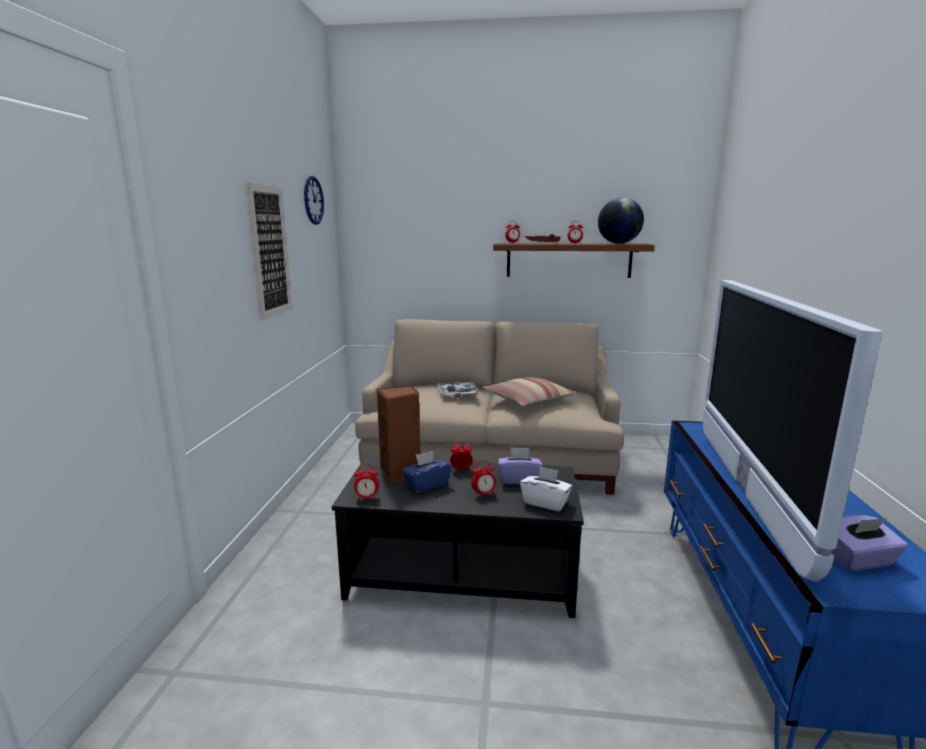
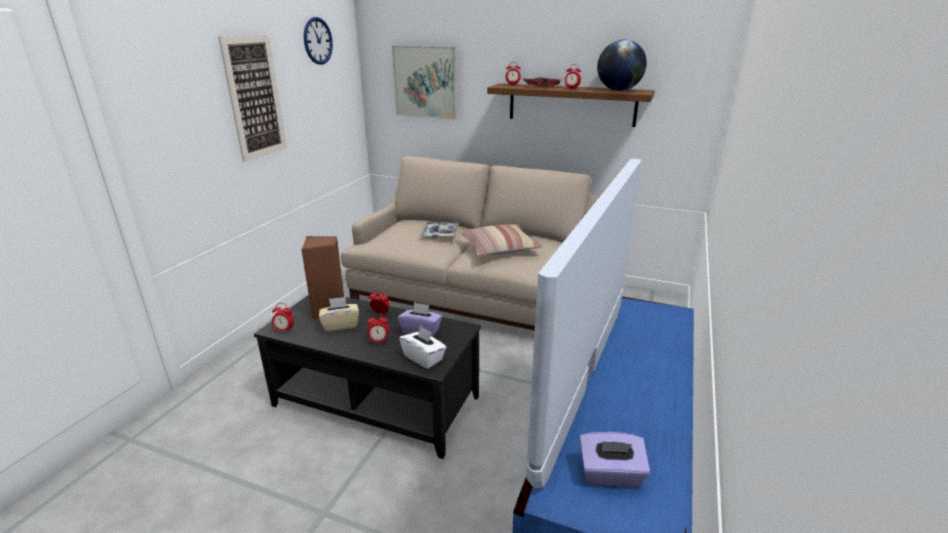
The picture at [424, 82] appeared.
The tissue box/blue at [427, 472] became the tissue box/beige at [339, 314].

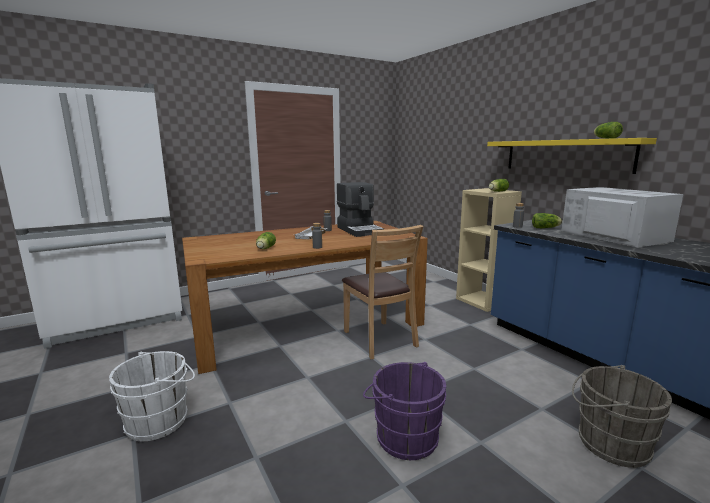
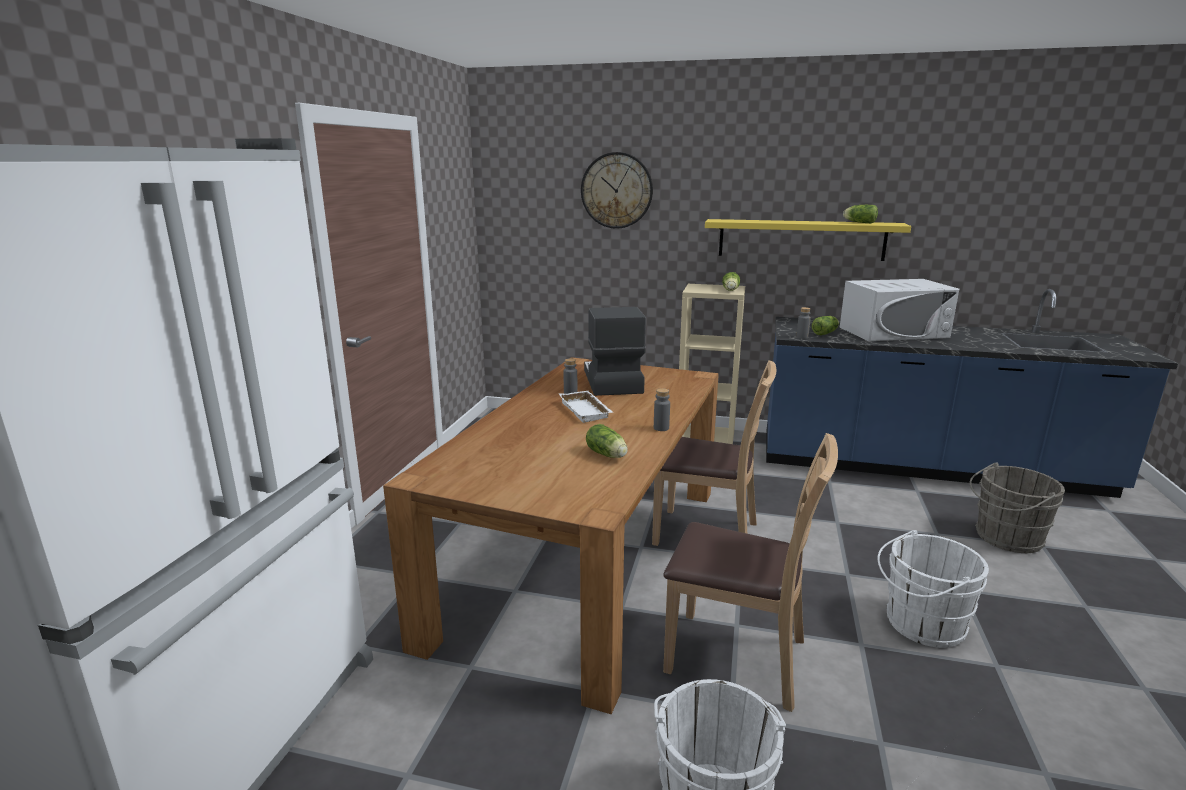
The wall clock at [617, 190] appeared.
The chair/brown at [750, 572] appeared.
The bucket/purple at [404, 411] became the bucket/white at [933, 589].
The coffee machine at [360, 209] turned 120 degrees counterclockwise.
The microwave/white at [622, 217] turned 150 degrees clockwise.

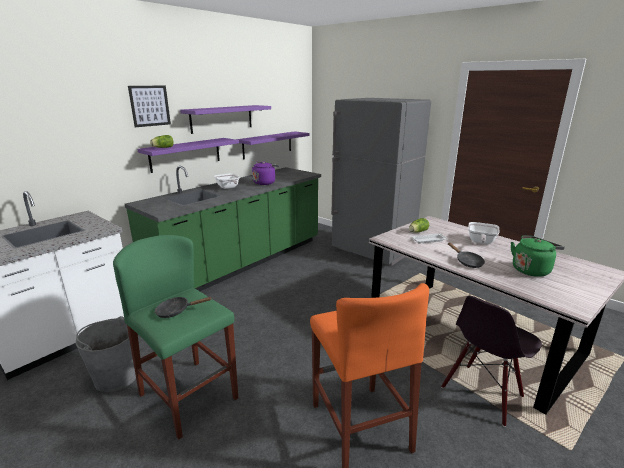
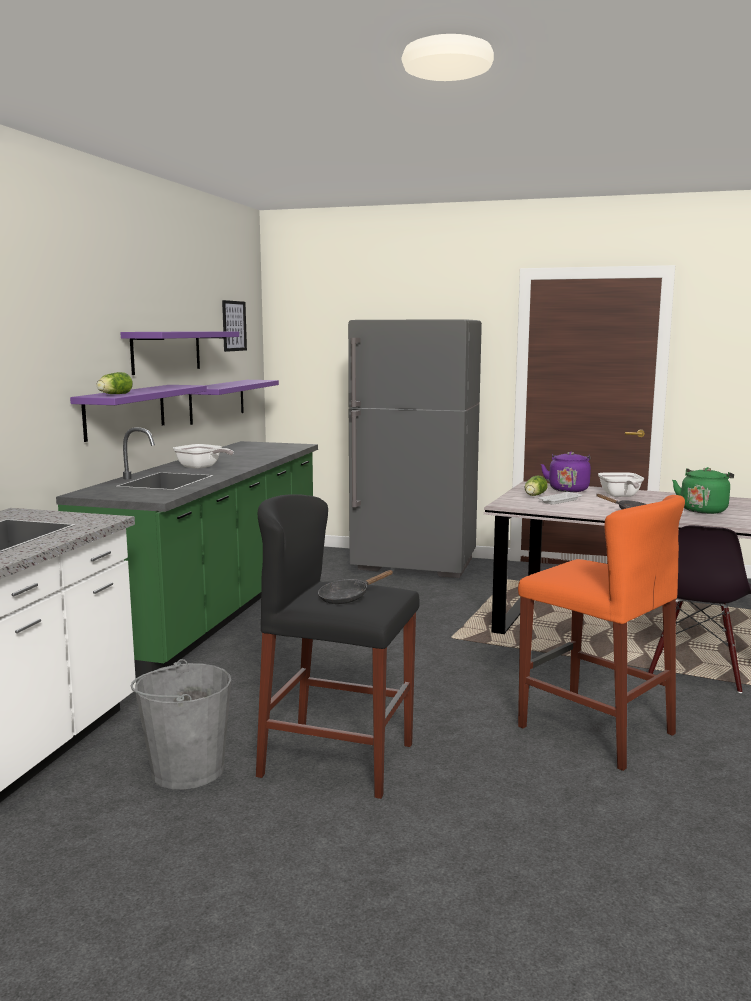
The picture moved from [149, 106] to [234, 326].
The kettle/purple moved from [265, 173] to [566, 471].
The stool/green at [175, 337] became the stool/black at [338, 646].

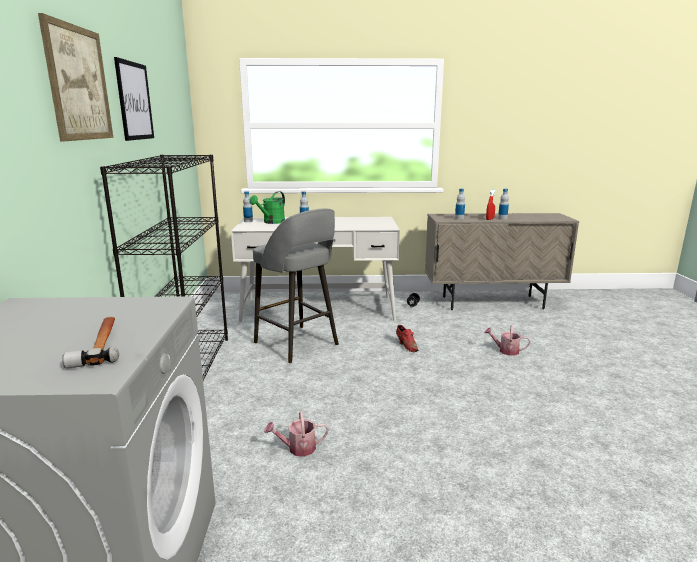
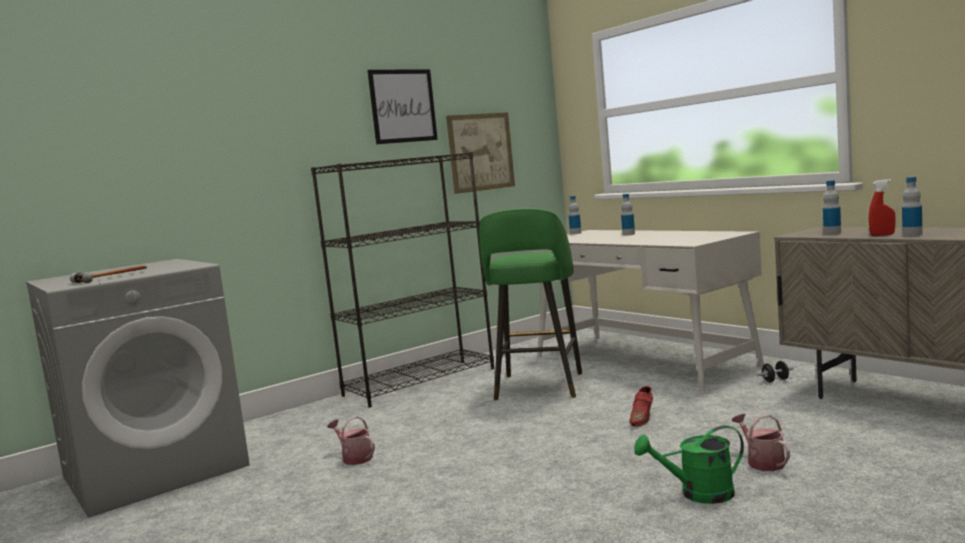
The picture moved from [75, 77] to [480, 153].
The watering can/green moved from [267, 207] to [689, 464].
The stool/grey at [296, 285] became the stool/green at [530, 304].

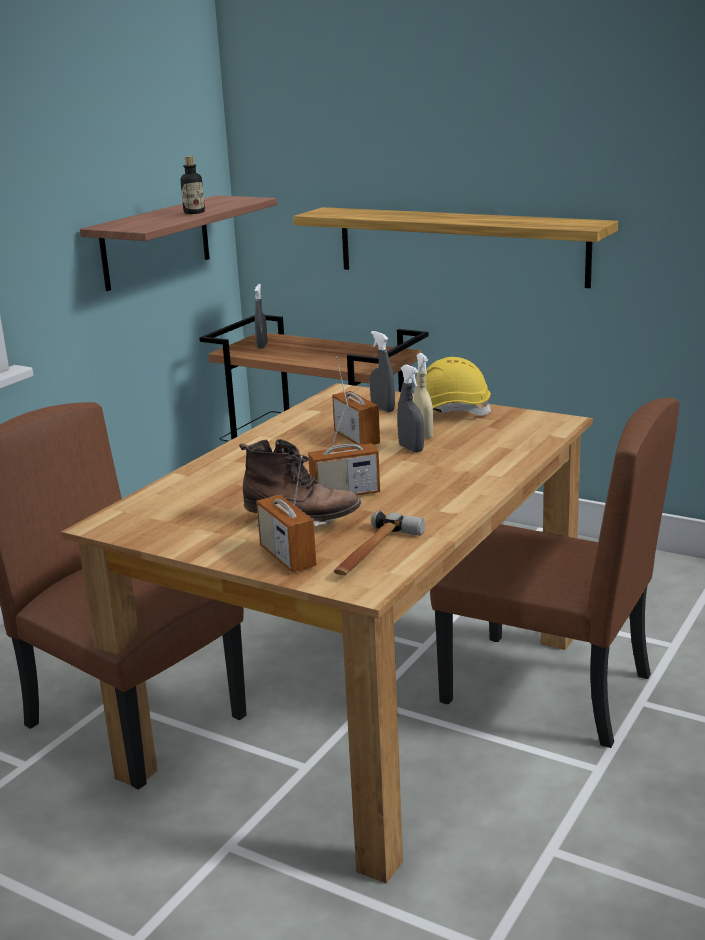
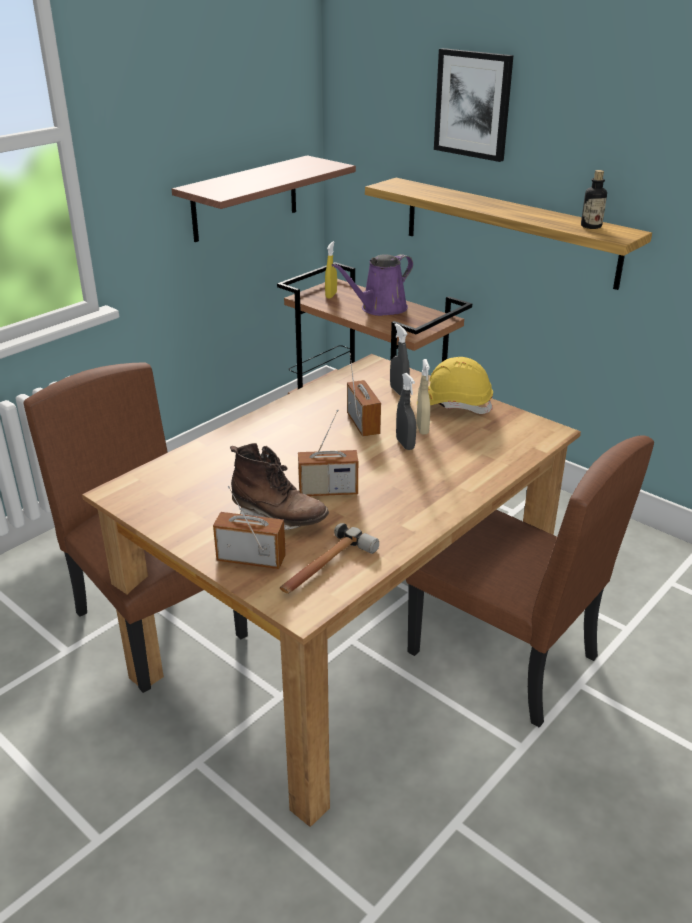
The watering can/purple at [372, 285] appeared.
The picture at [474, 105] appeared.
The bottle moved from [193, 185] to [594, 199].
The spray bottle/grey at [261, 316] became the spray bottle/yellow at [331, 269].
The radio at [286, 514] turned 120 degrees clockwise.

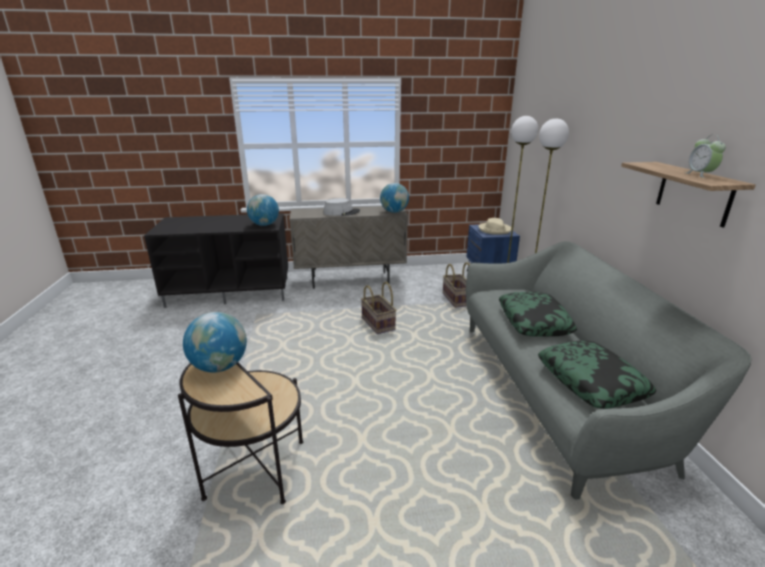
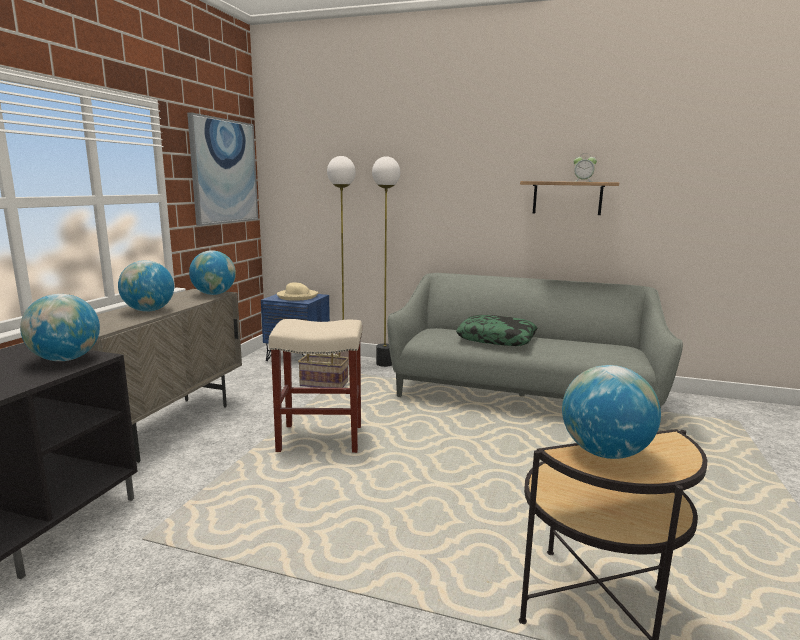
The pillow at [597, 374] disappeared.
The picture at [222, 169] appeared.
The hat/grey at [341, 207] was replaced by the globe at [146, 286].
The basket at [378, 308] was replaced by the stool/beige at [315, 386].

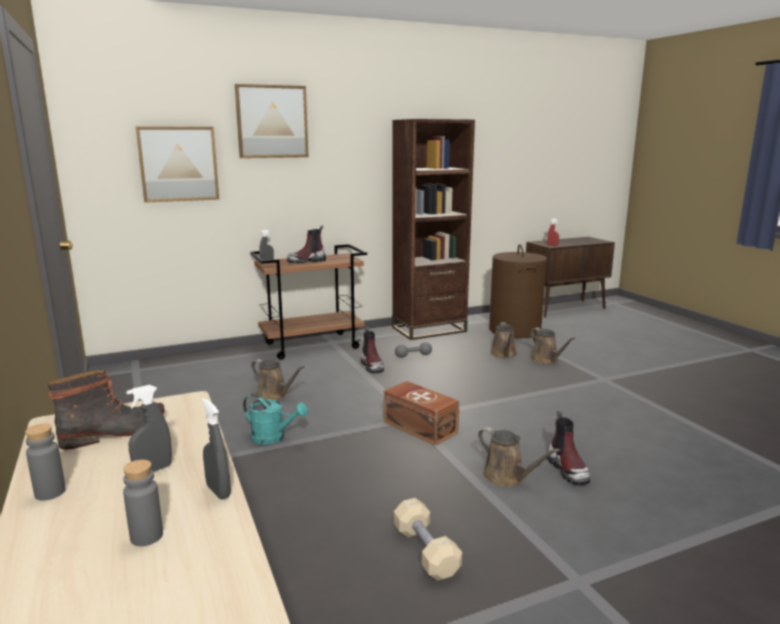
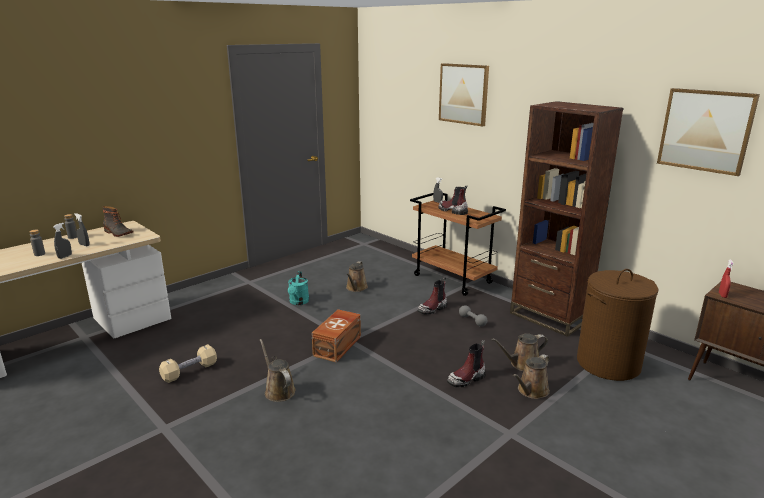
The picture moved from [177, 164] to [708, 132].
The boot moved from [568, 448] to [466, 363].
The watering can/brown at [519, 457] turned 120 degrees clockwise.

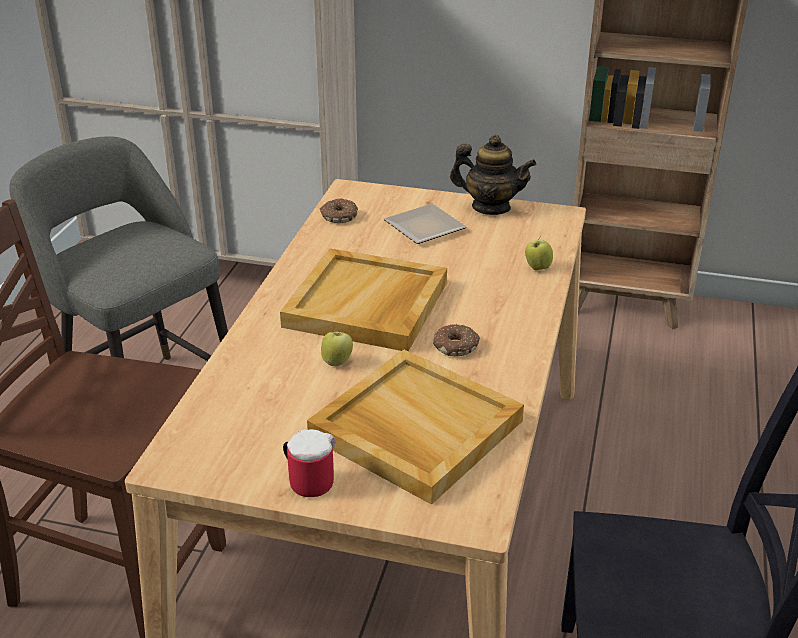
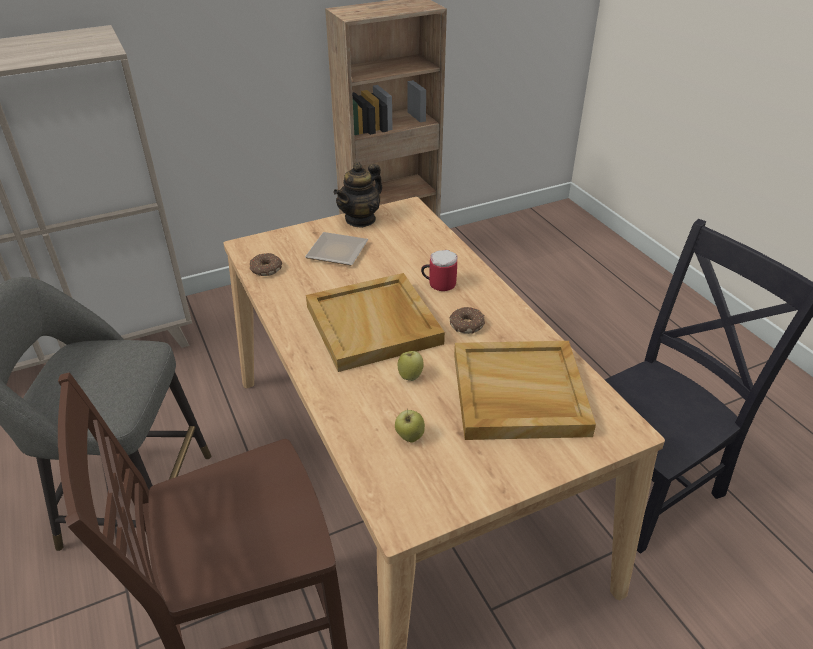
The mug moved from [309, 463] to [439, 270].
The apple moved from [539, 253] to [410, 425].
The teapot at [493, 175] turned 150 degrees clockwise.

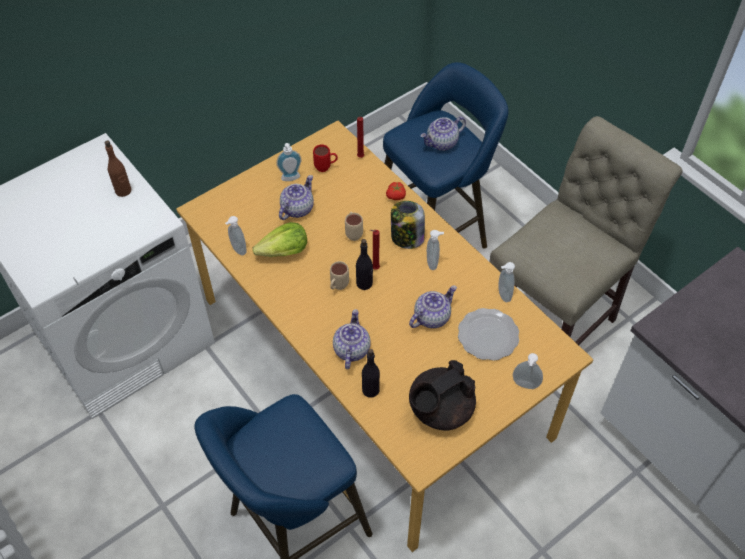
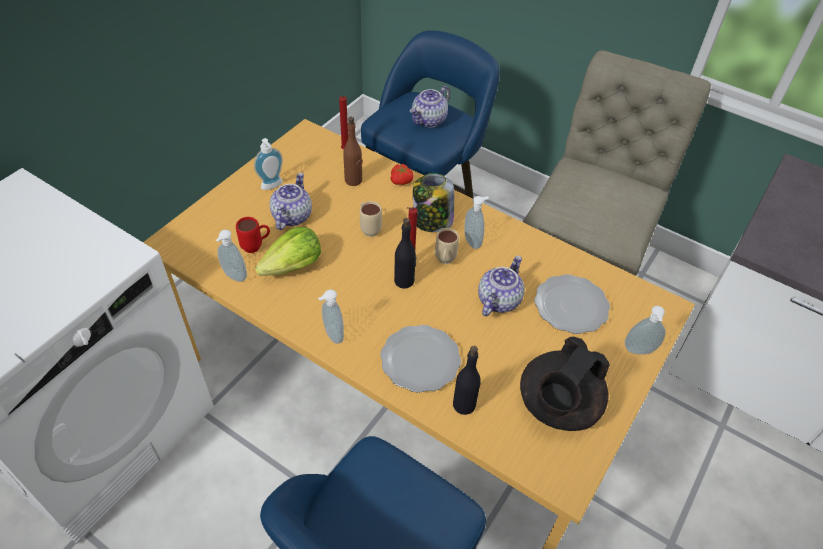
The bottle/brown moved from [118, 168] to [353, 151].
The mug/red moved from [325, 158] to [253, 235].
The mug/beige moved from [339, 275] to [447, 246].
The soap dispenser moved from [506, 282] to [331, 316].
The teapot at [352, 339] was replaced by the plate at [420, 359].

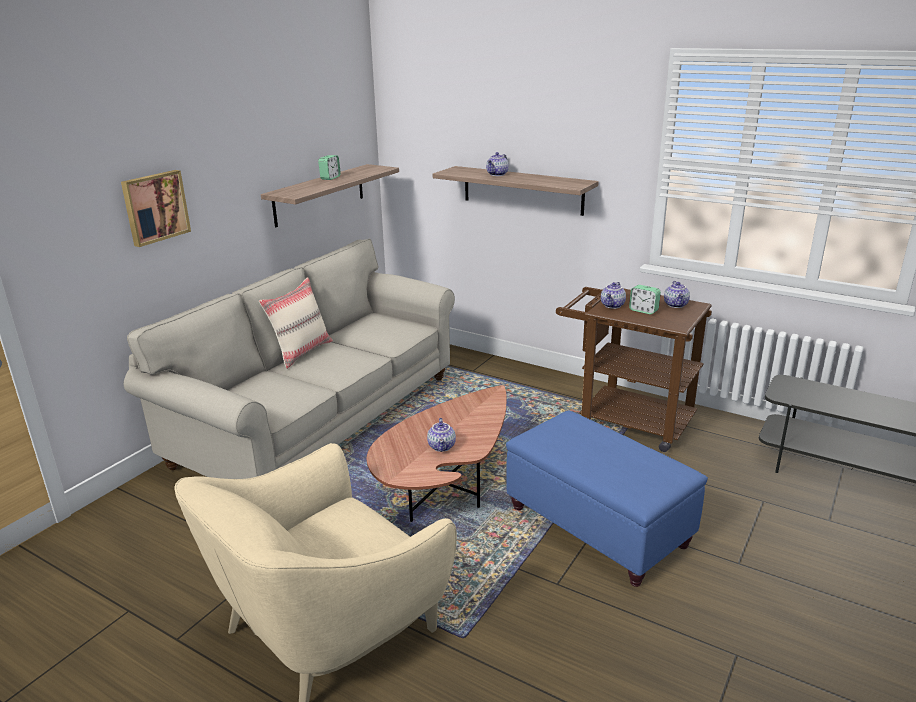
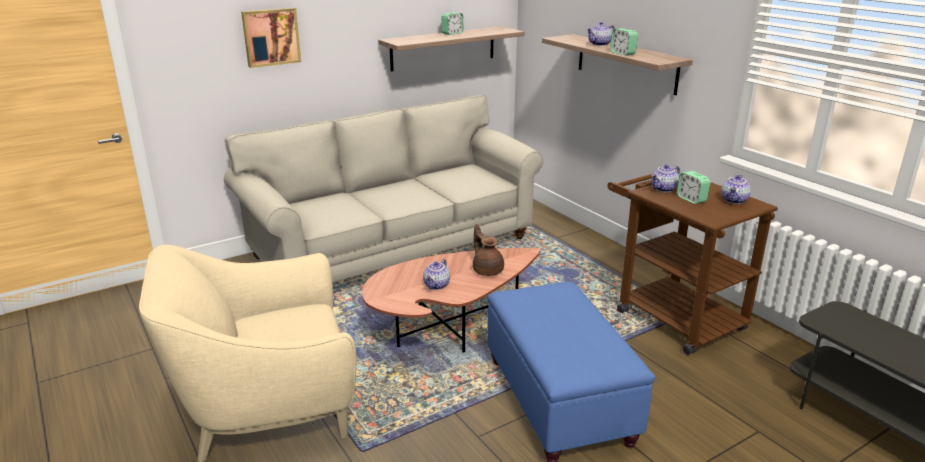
The pillow/beige at [296, 323] disappeared.
The teapot/brown at [488, 250] appeared.
The alarm clock at [624, 41] appeared.

